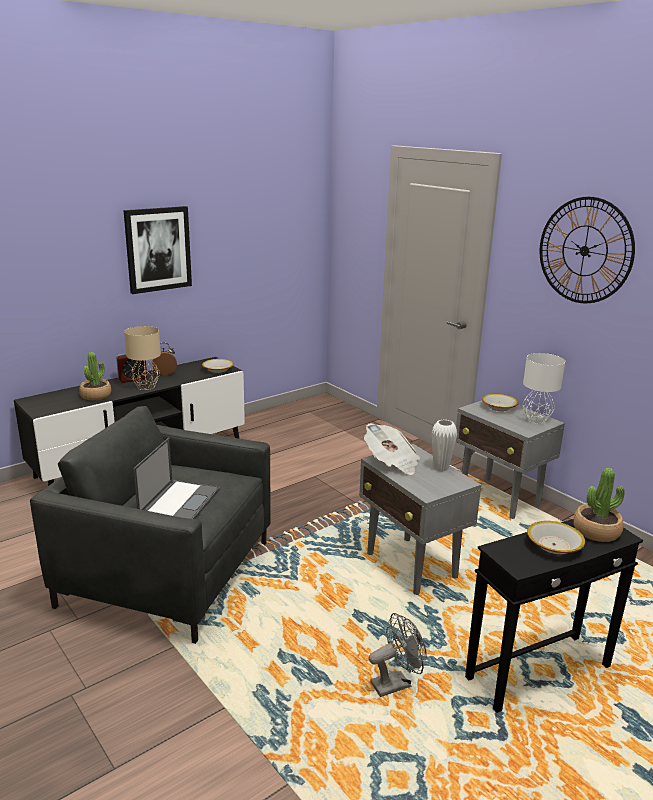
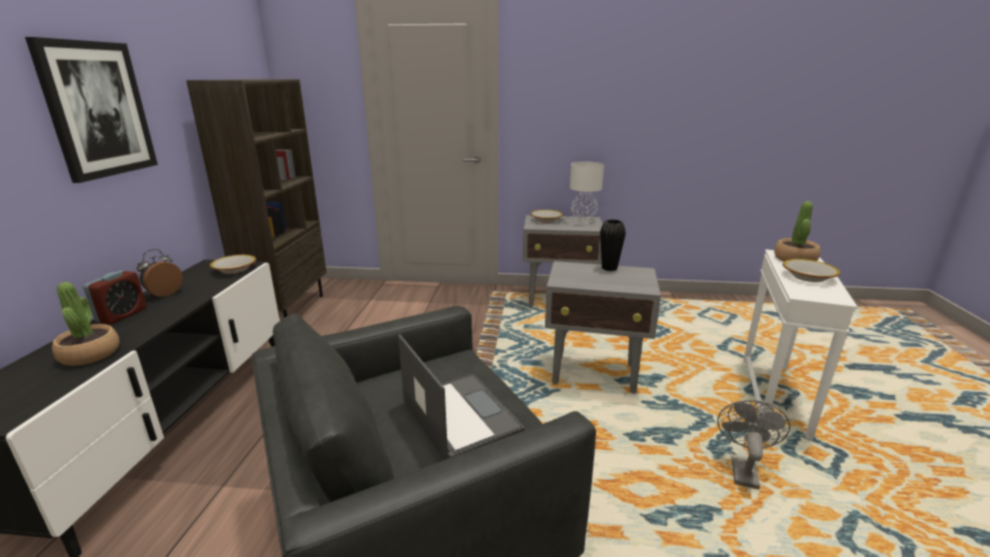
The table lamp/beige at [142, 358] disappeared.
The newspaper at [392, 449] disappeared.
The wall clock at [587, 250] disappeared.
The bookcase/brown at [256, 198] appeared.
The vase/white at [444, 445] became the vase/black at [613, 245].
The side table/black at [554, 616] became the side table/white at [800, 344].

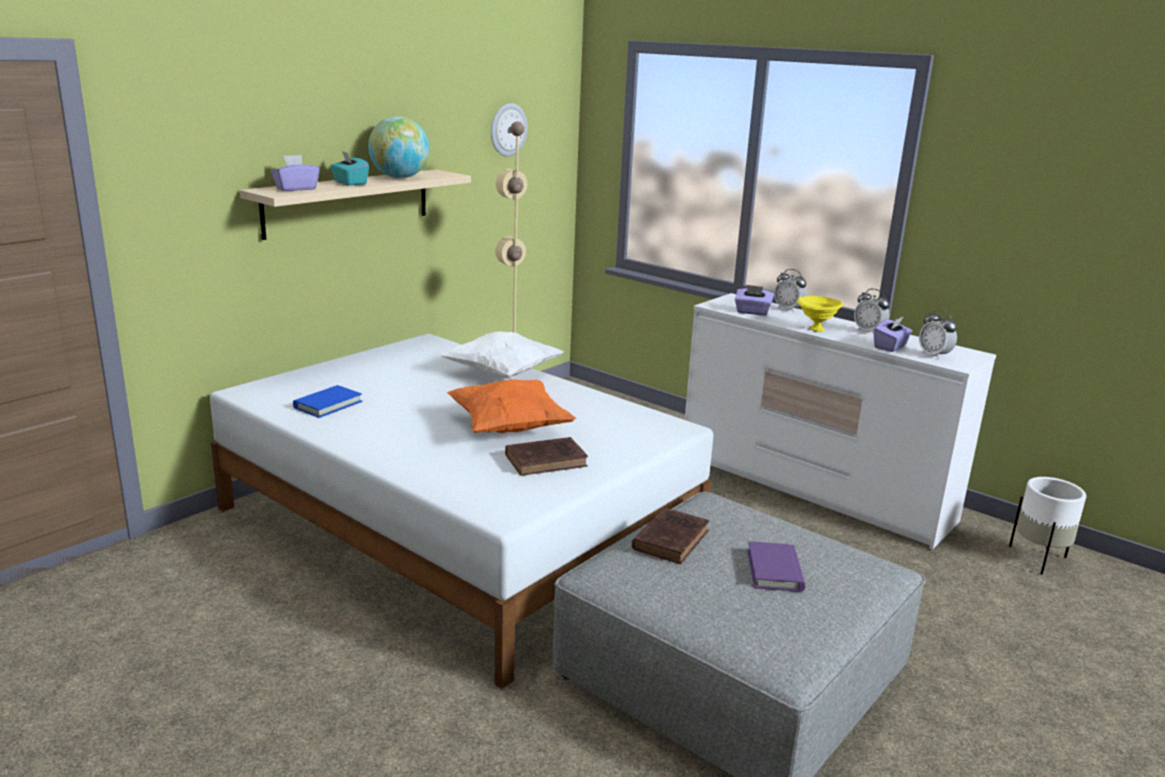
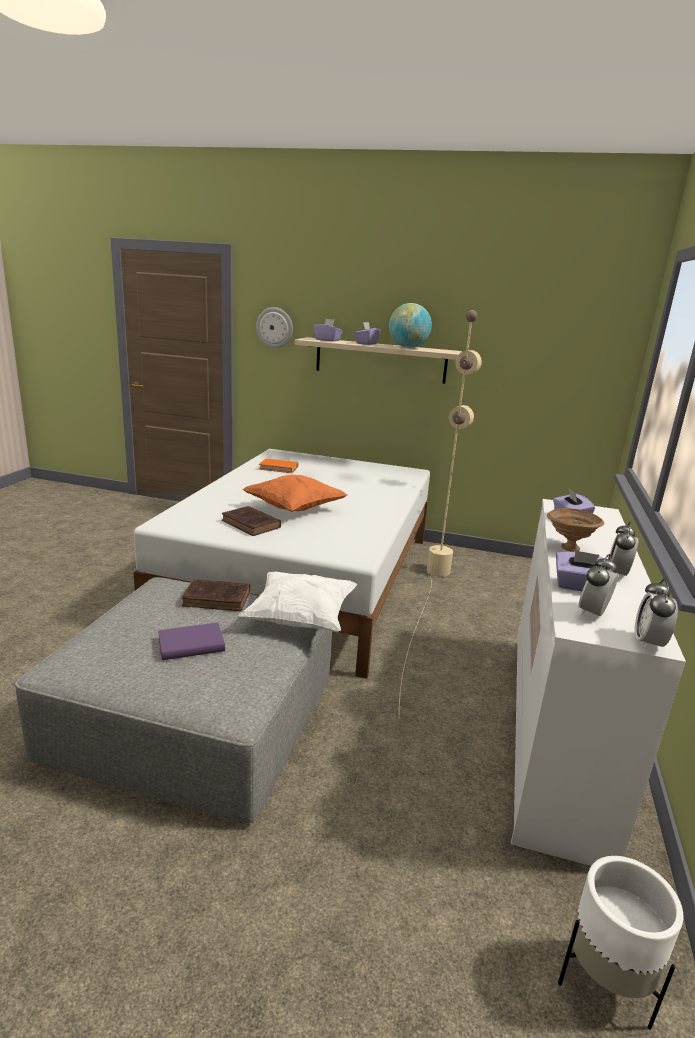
The pillow/white moved from [501, 354] to [297, 601].
The wall clock moved from [509, 130] to [274, 327].
The alarm clock moved from [790, 290] to [656, 614].
The book/blue at [327, 401] became the book/orange at [278, 465].
The tissue box/turquoise at [349, 168] became the tissue box/purple at [367, 333].
The bowl/yellow at [820, 314] became the bowl/brown at [576, 530].

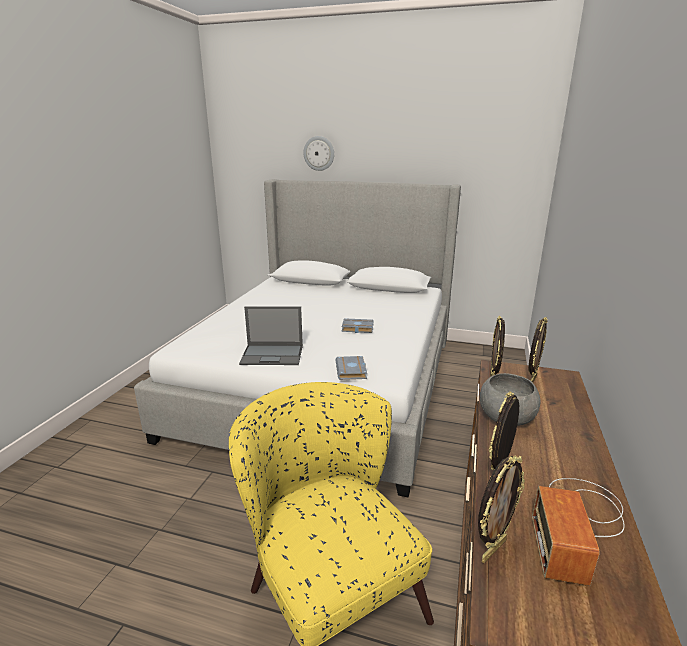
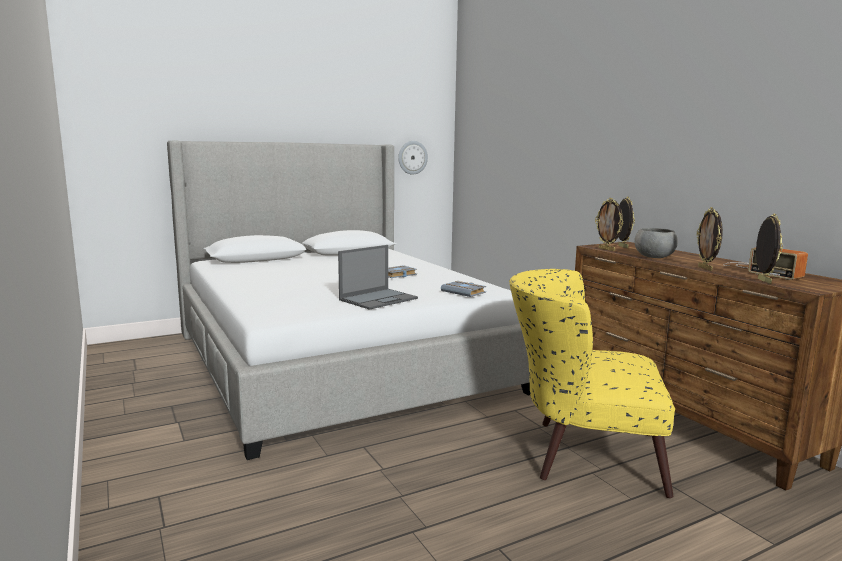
The wall clock moved from [318, 153] to [413, 158].

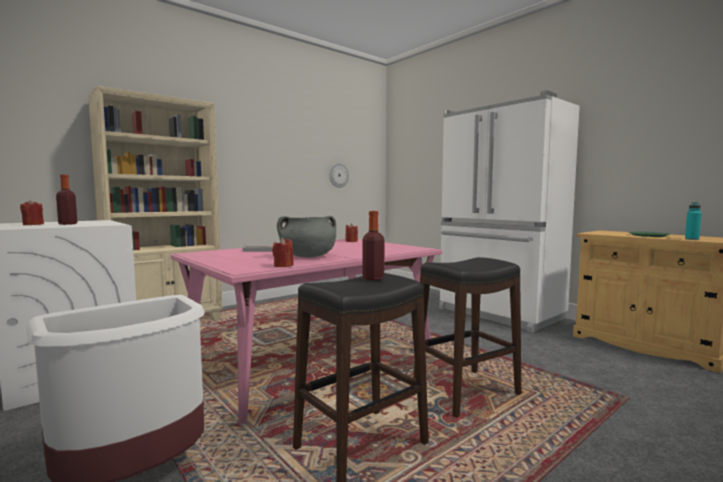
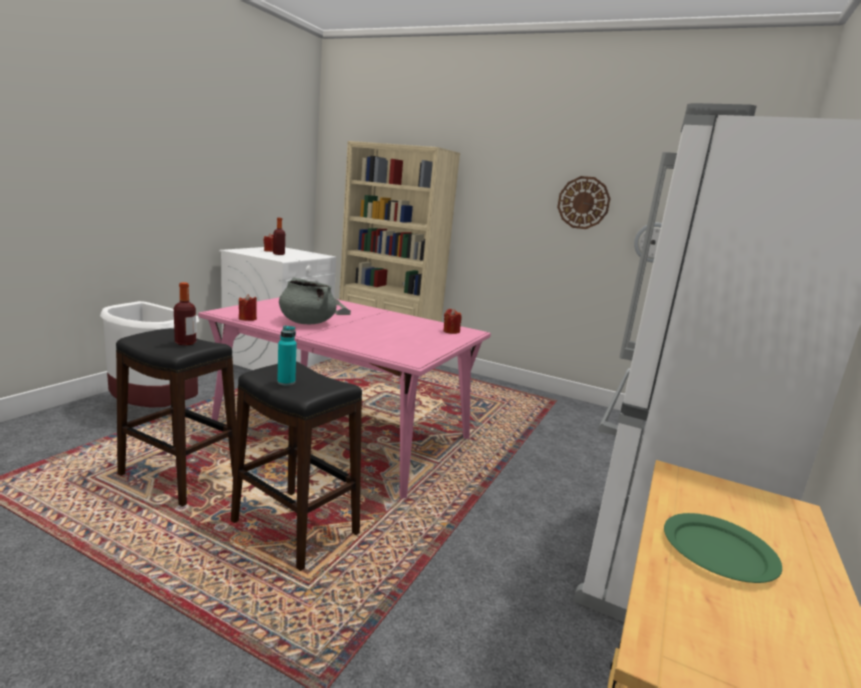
The wall clock at [584, 202] appeared.
The bottle/turquoise moved from [693, 221] to [287, 356].

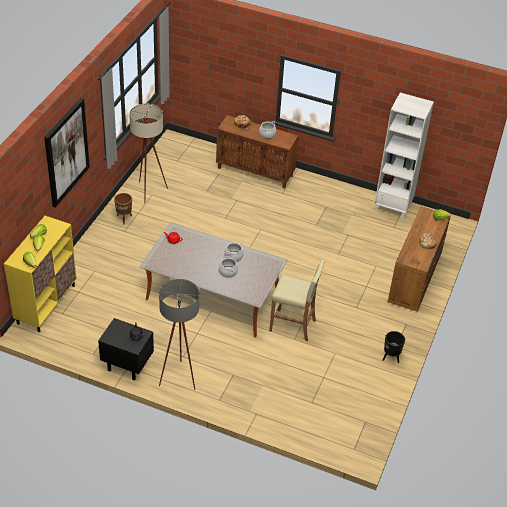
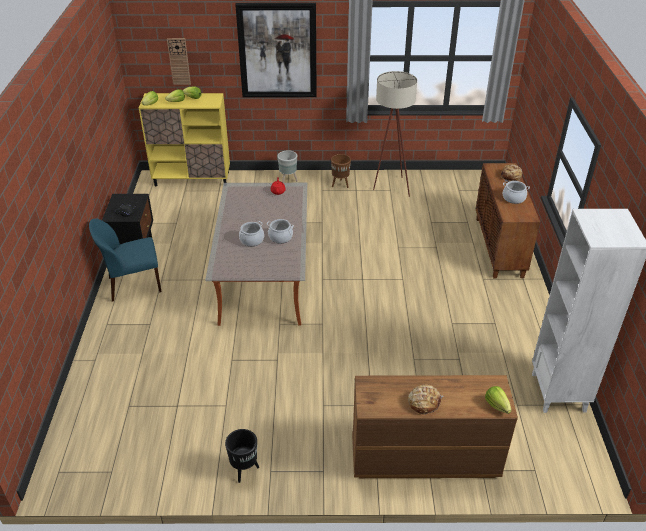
The stool/beige at [297, 300] disappeared.
The wall clock at [179, 61] appeared.
The planter/grey at [287, 166] appeared.
The floor lamp/grey at [179, 334] was replaced by the chair/blue at [125, 260].

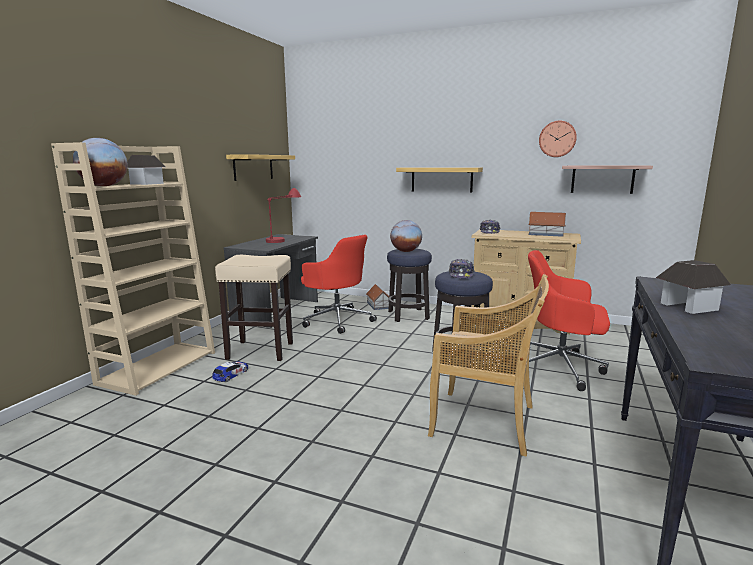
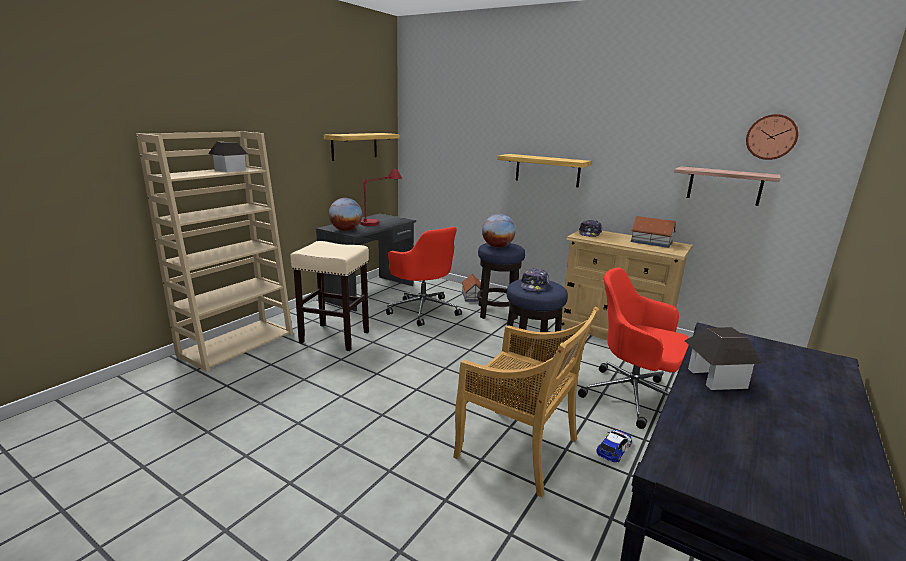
The globe moved from [100, 162] to [345, 214].
The toy car moved from [230, 371] to [614, 445].
The wall clock moved from [558, 139] to [772, 137].

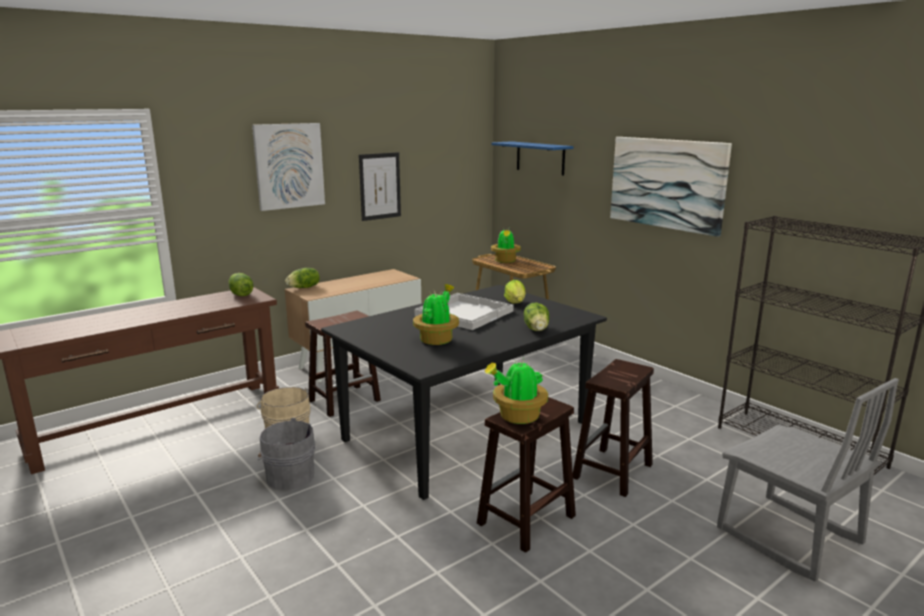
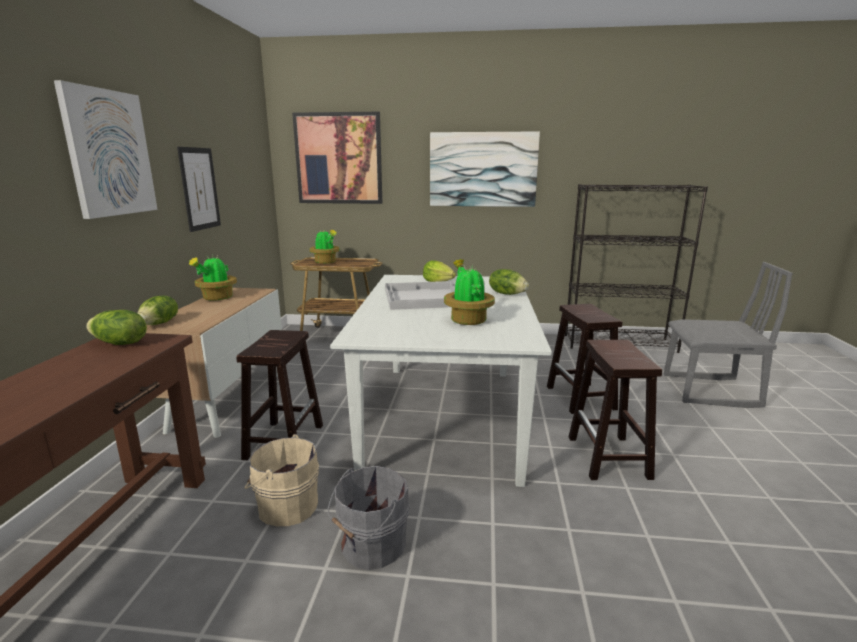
The potted plant moved from [516, 391] to [213, 278].
The shelf/blue at [532, 158] was replaced by the picture at [337, 158].
The dining table/black at [464, 392] became the dining table/white at [441, 381].

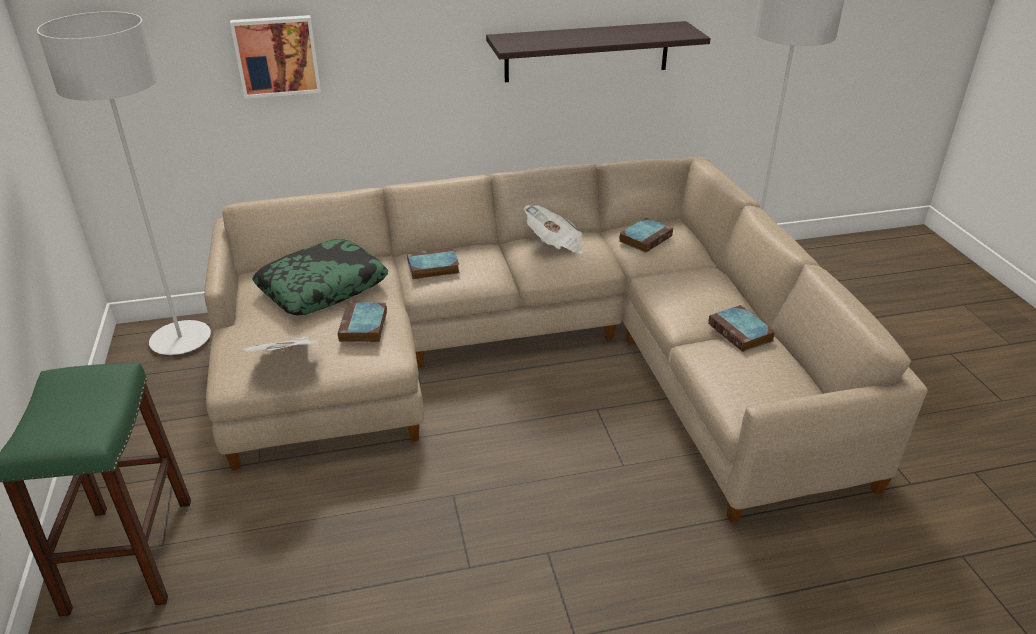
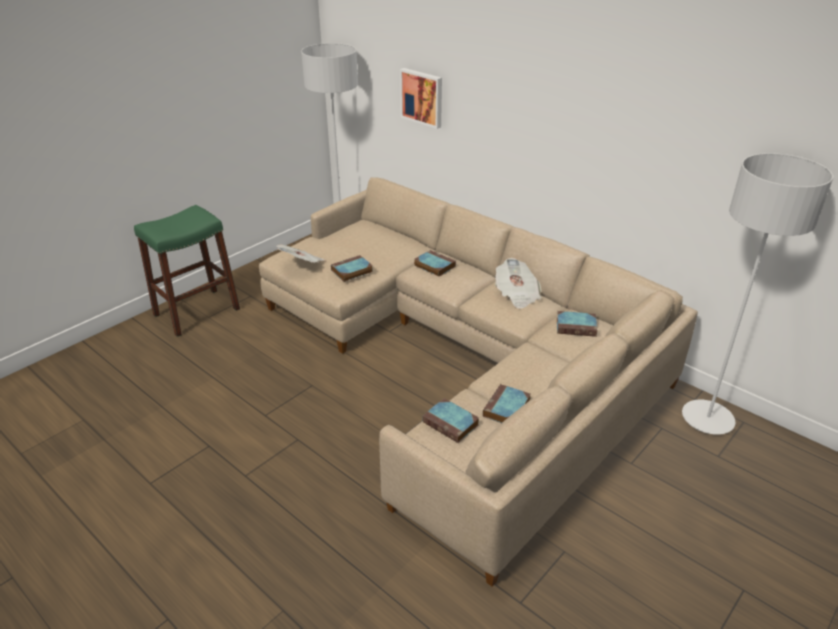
The pillow at [320, 277] disappeared.
The shelf at [598, 51] disappeared.
The book at [450, 420] appeared.

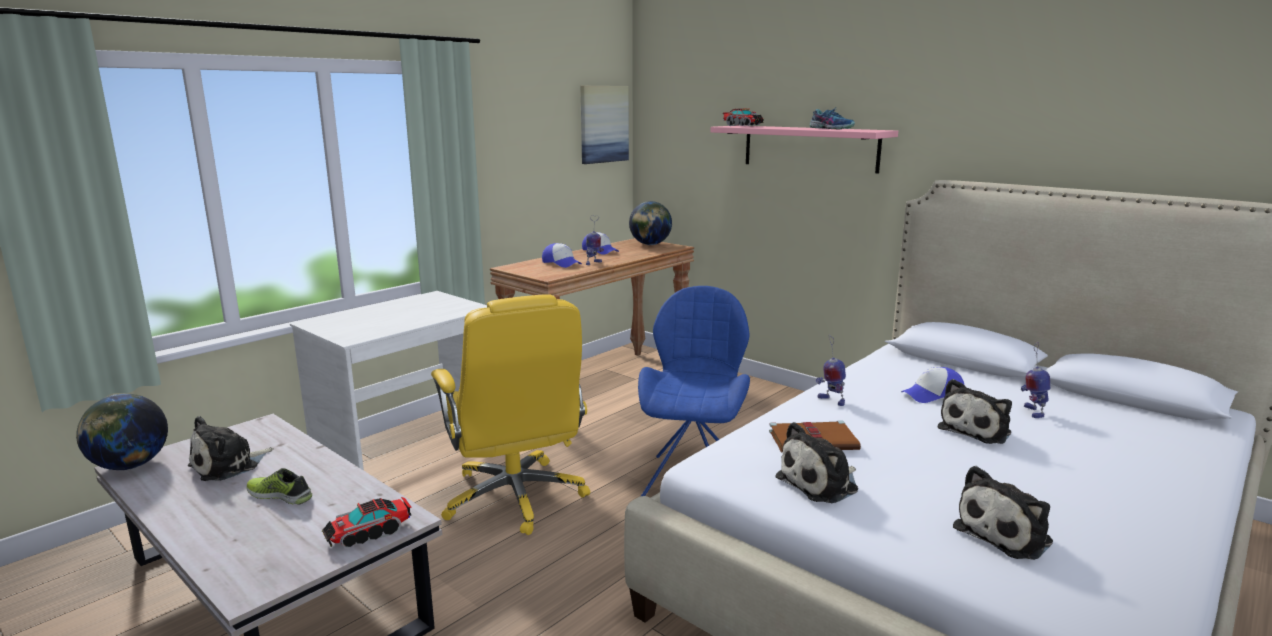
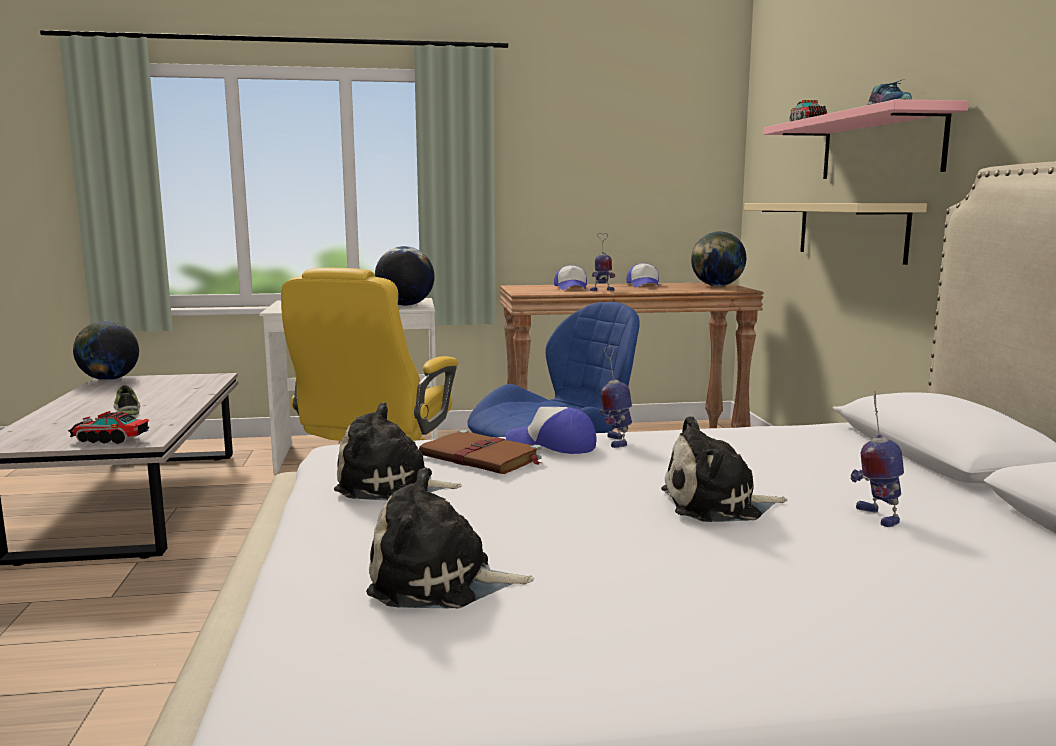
The plush toy at [231, 448] disappeared.
The picture at [604, 125] disappeared.
The globe at [404, 276] appeared.
The shelf/beige at [835, 234] appeared.
The cap moved from [932, 385] to [551, 430].
The toy robot at [1035, 380] turned 60 degrees counterclockwise.

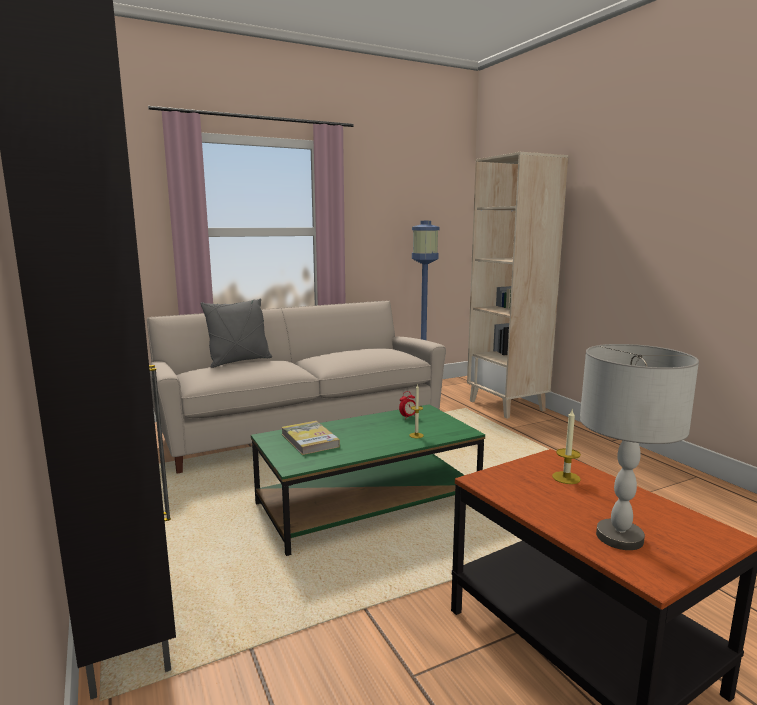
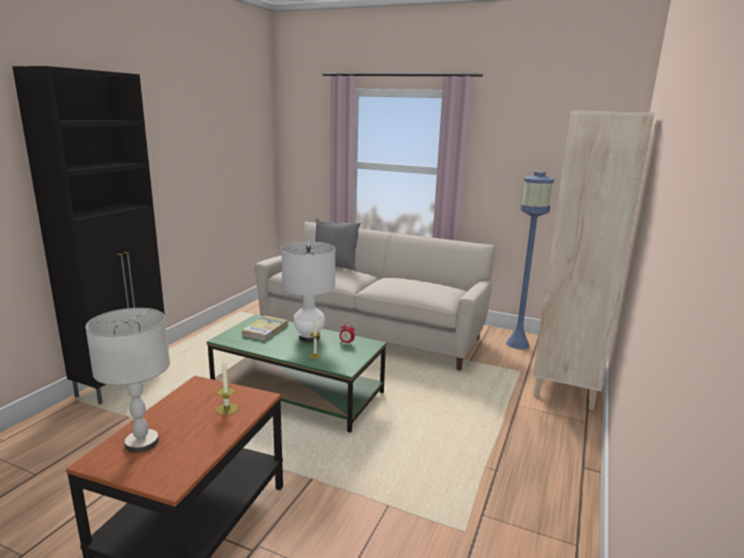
The table lamp/white at [308, 292] appeared.

